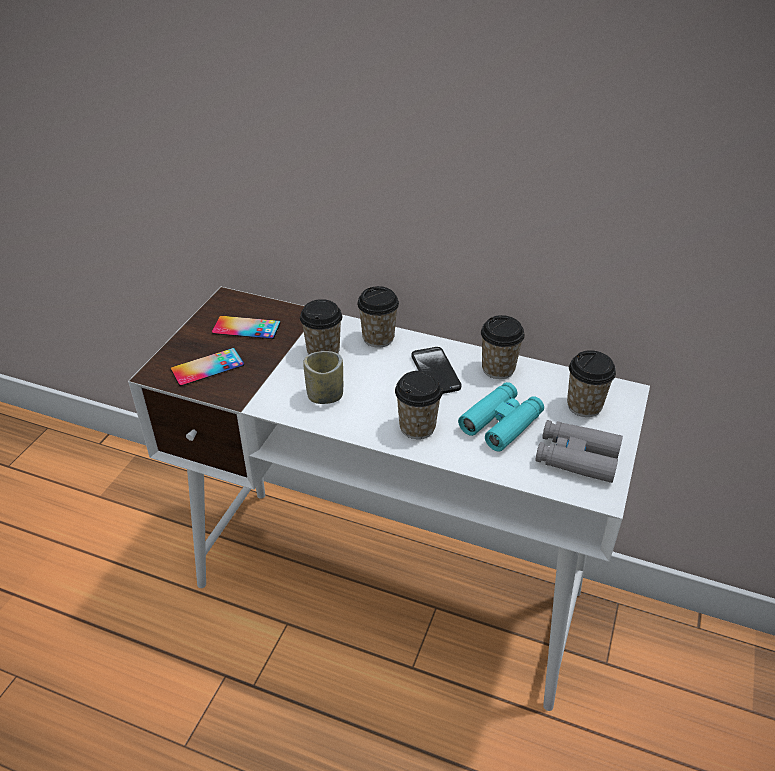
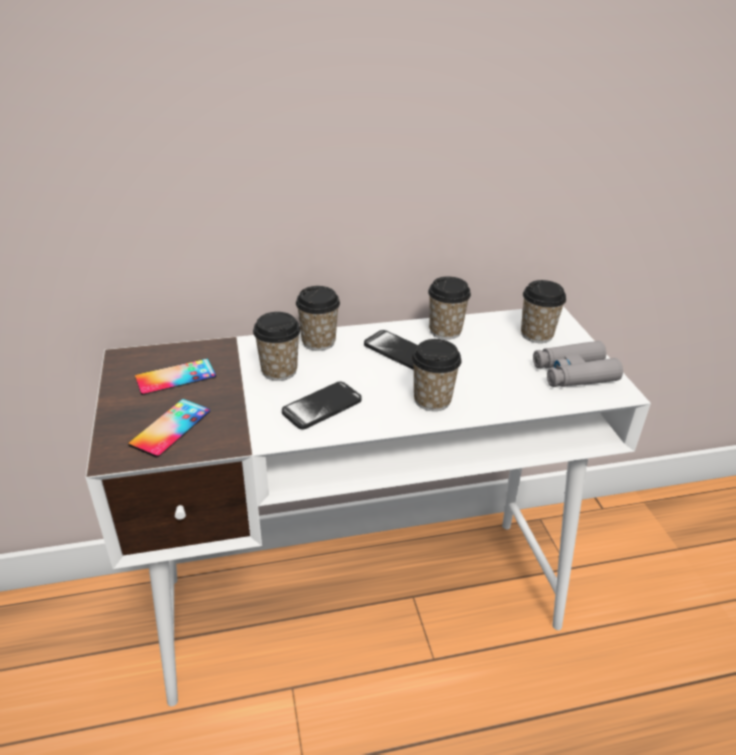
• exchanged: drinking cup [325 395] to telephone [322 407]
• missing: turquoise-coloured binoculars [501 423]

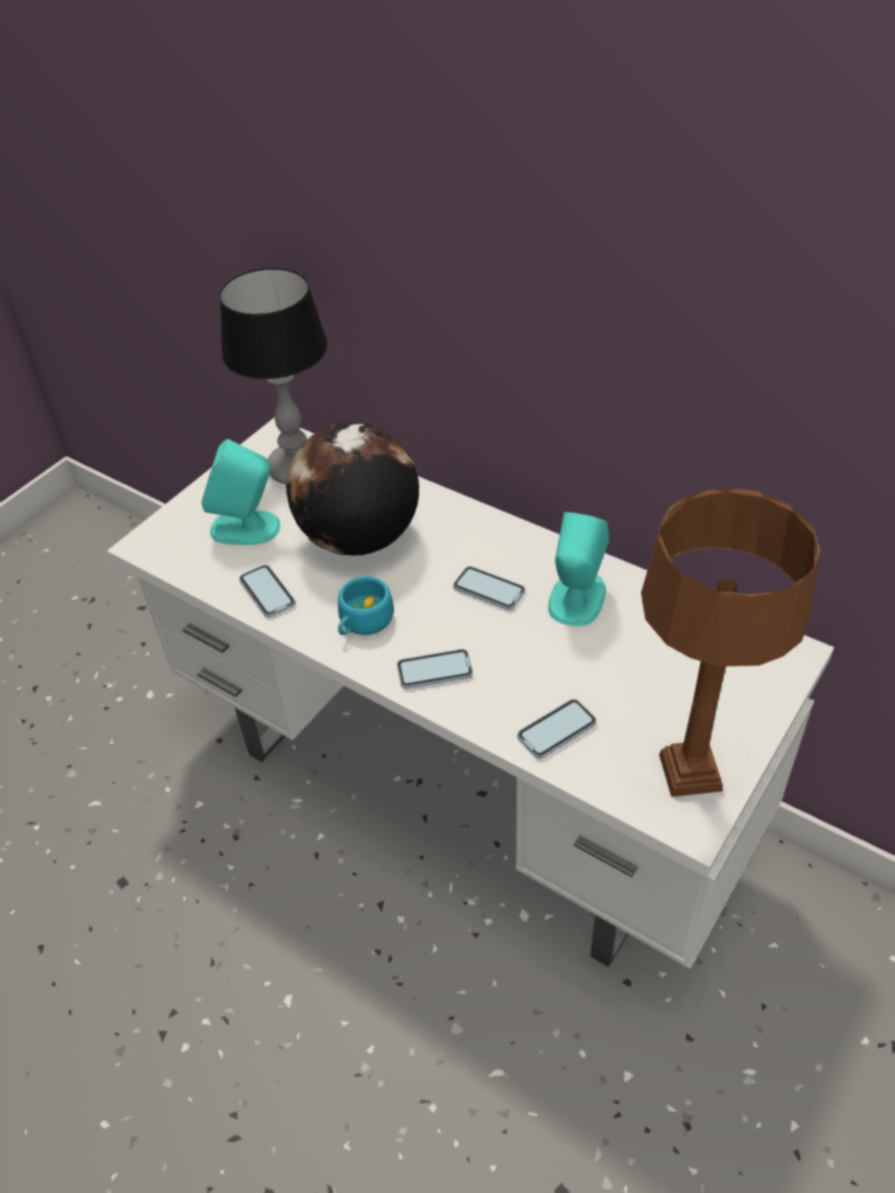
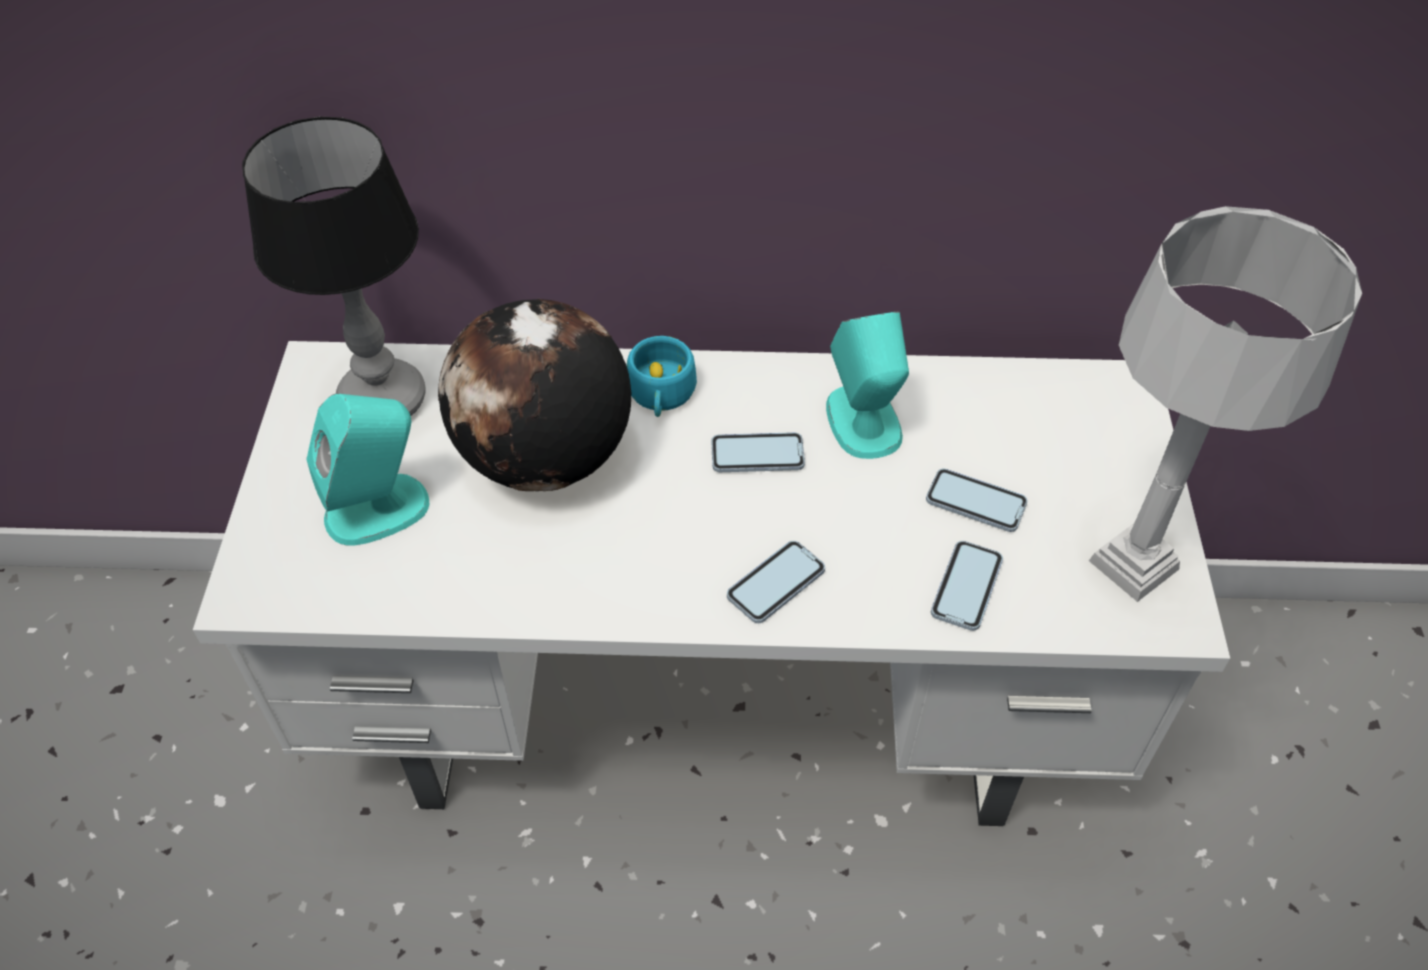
• colour: brown tabletop lamp [689 772] to greyish tabletop lamp [1132 565]
• relocated: telephone [267 592] to [975 502]
• relocated: turquoise-coloured drinking cup [363 622] to [661 395]

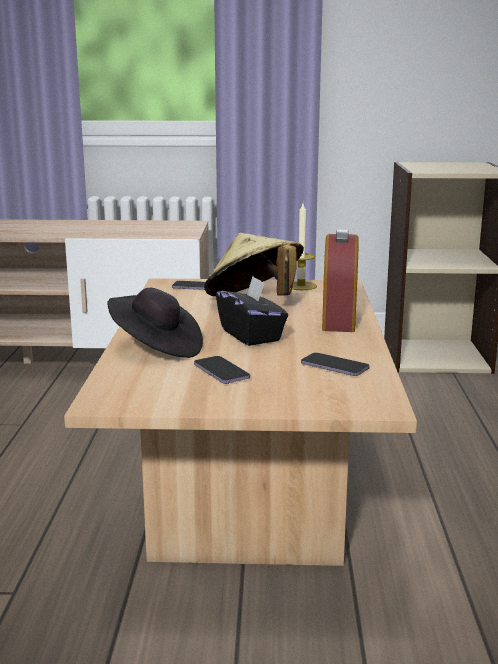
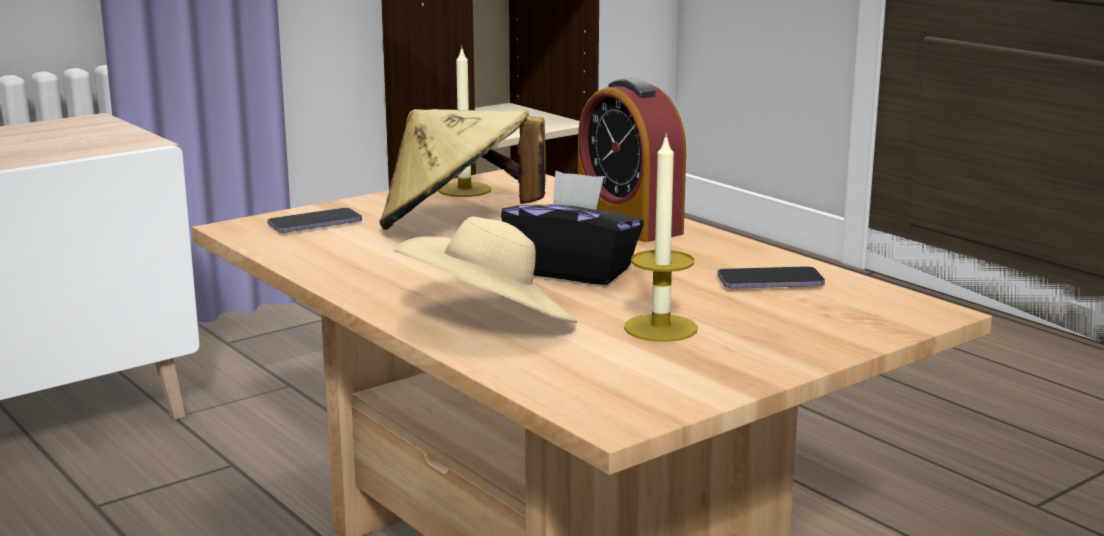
• colour: black-coloured clothing hat [156 348] to sand-coloured clothing hat [490 323]
• exchanged: telephone [221 372] to candle [660 328]

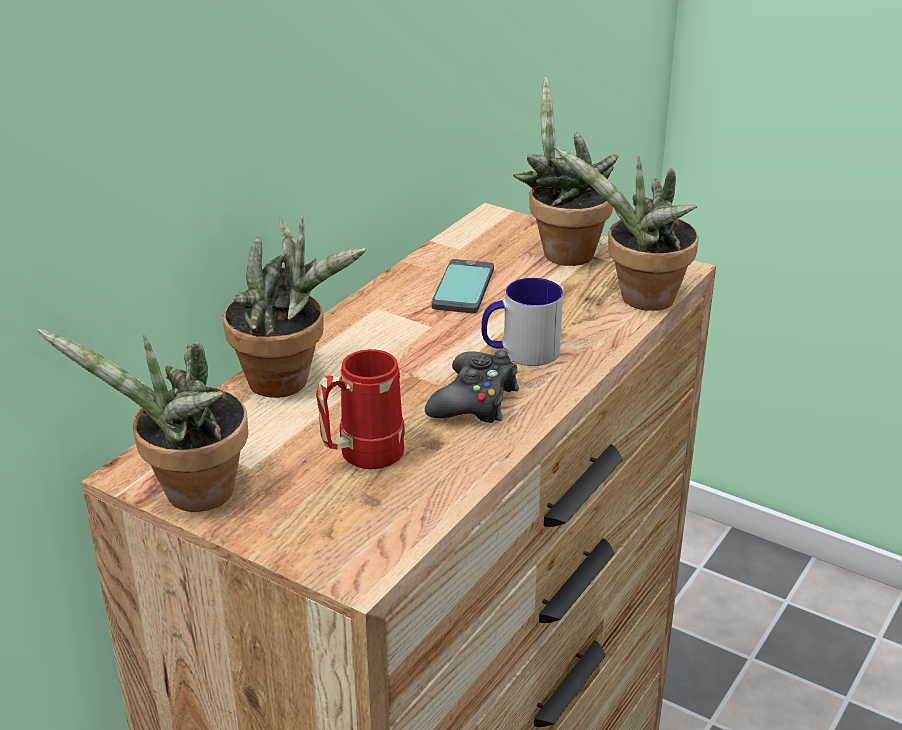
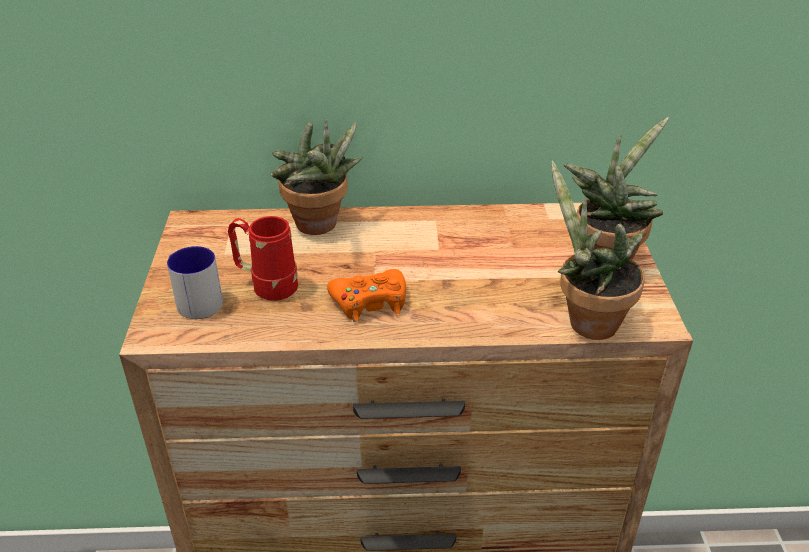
• missing: telephone [462 288]
• relocated: mug [520 352] to [194 300]
• missing: plant in a pot [189 496]
• colour: black-coloured game controller [474 400] to orange-coloured game controller [370 302]

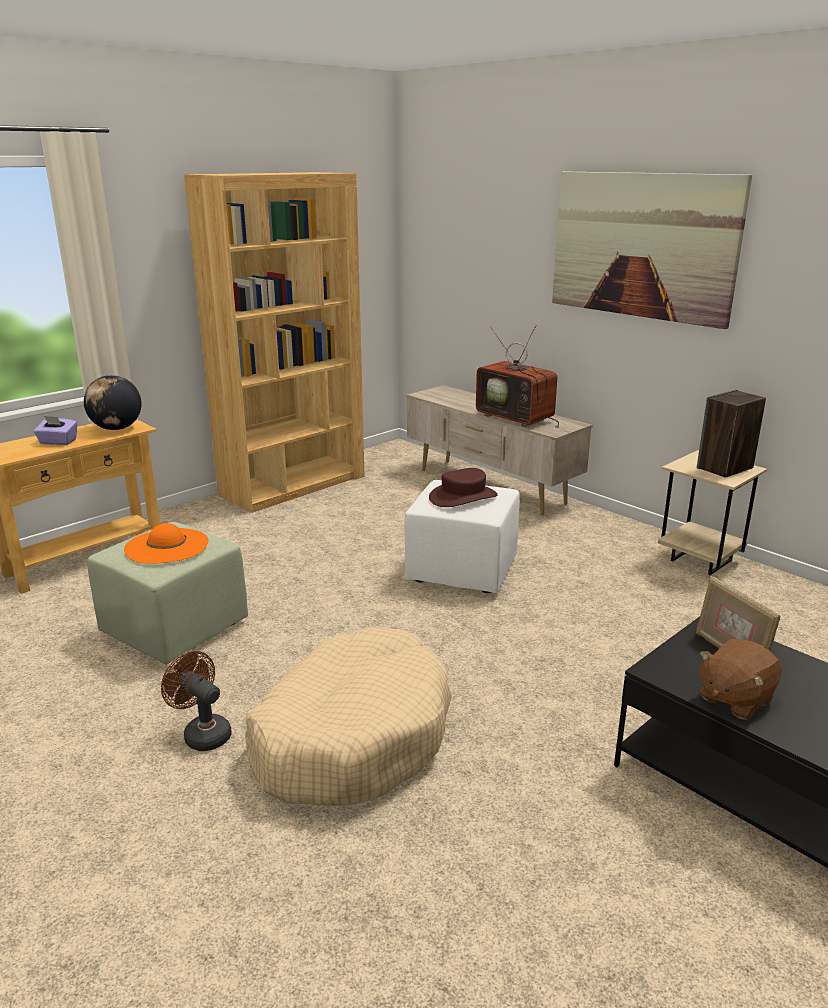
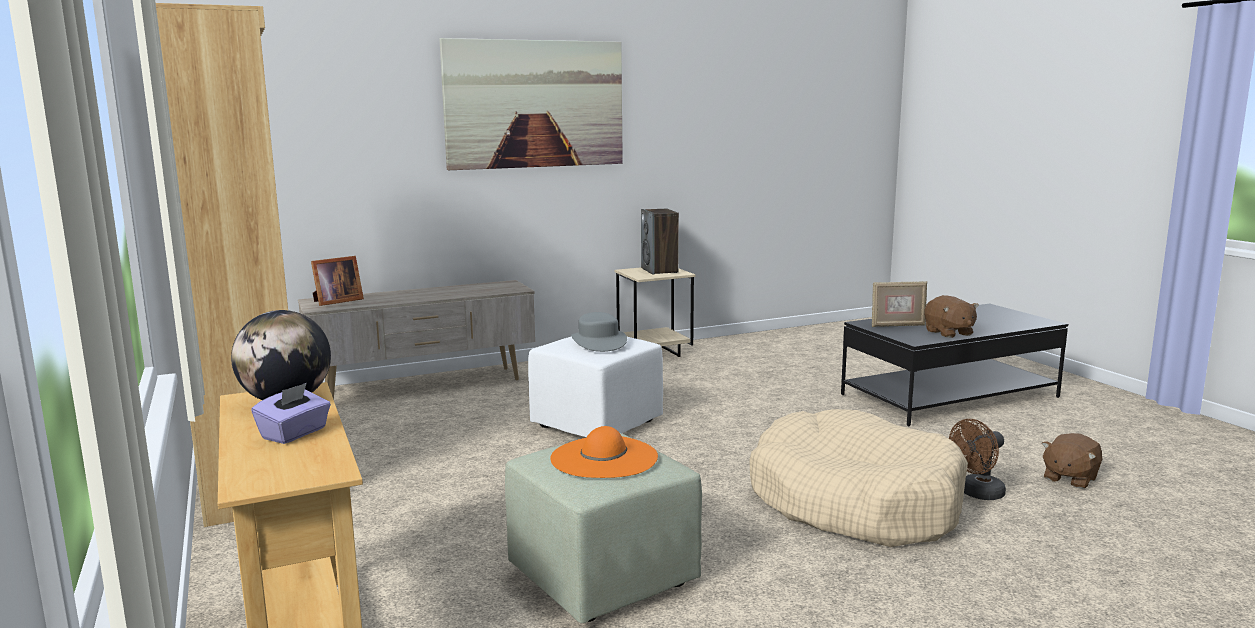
• missing: TV set [518 418]
• colour: brown clothing hat [463 497] to greyish clothing hat [598 342]
• relocated: brown cooling fan [202 733] to [977 494]
• appeared: standing frame [336 301]
• appeared: brown soft toy [1069 478]

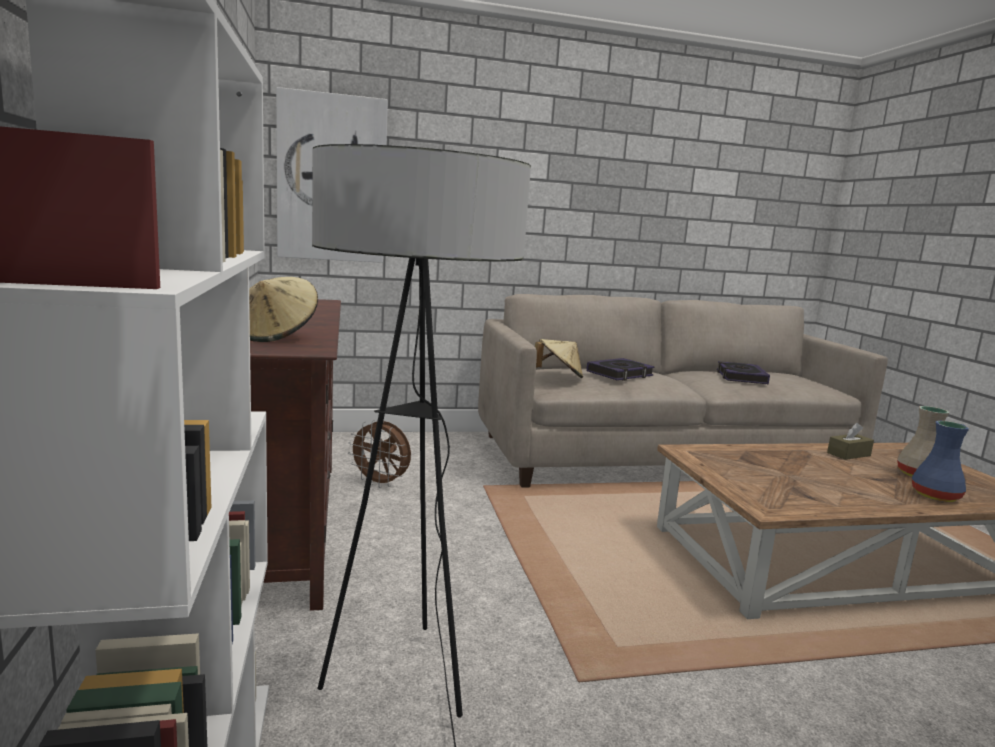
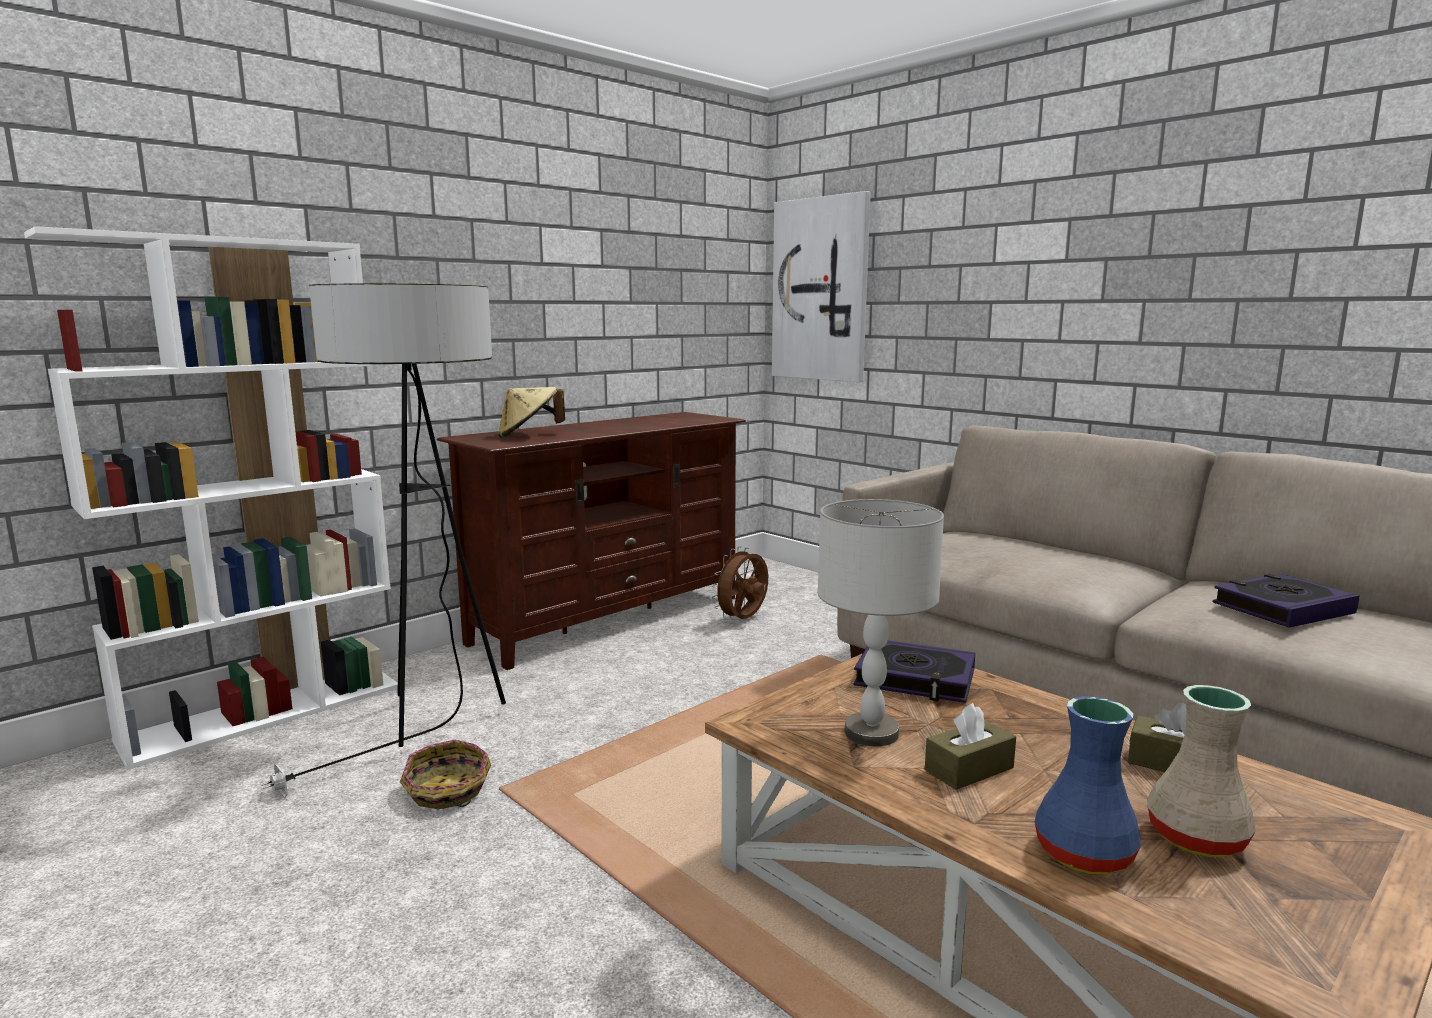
• missing: sand-coloured clothing hat [559 376]
• relocated: book [620 374] to [914 679]
• spun: brown cooling fan [381 483] = [743 620] 45 degrees clockwise
• appeared: greyish tabletop lamp [872 733]
• appeared: brown box of tissues [969 769]
• appeared: storage basket [447 791]

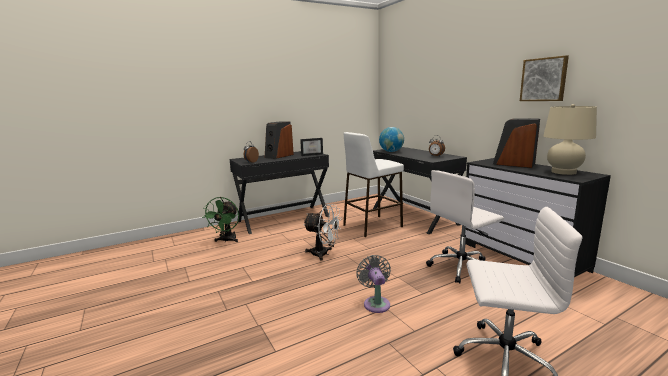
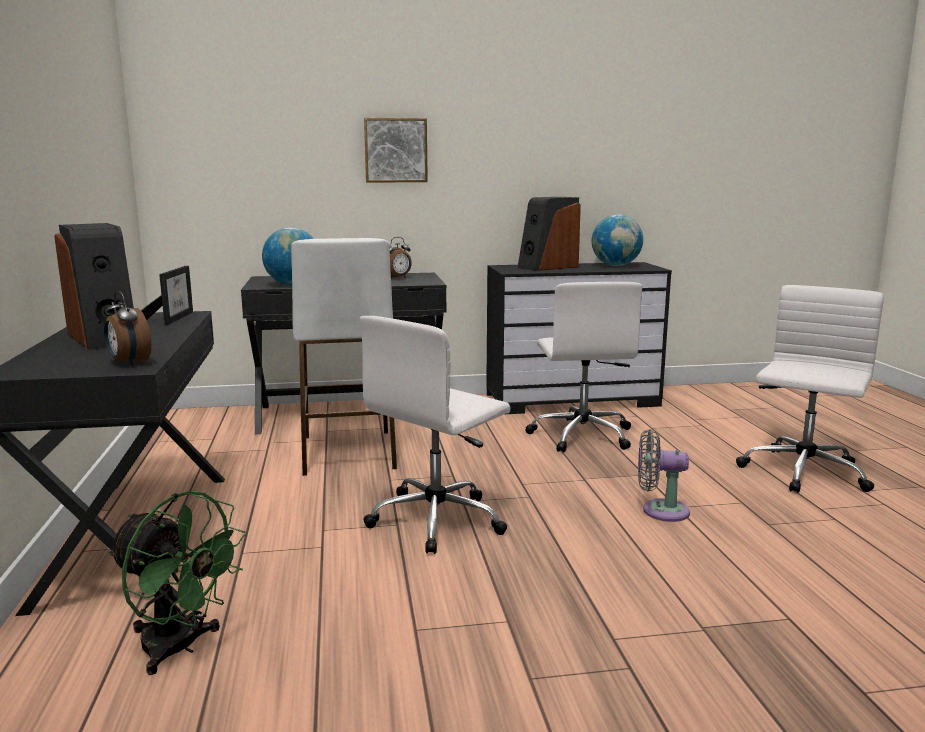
• relocated: wall picture [544 79] to [395 150]
• exchanged: sand-coloured tabletop lamp [563 172] to globe [616 265]
• exchanged: white-coloured cooling fan [324 254] to white-coloured desk chair [438 519]

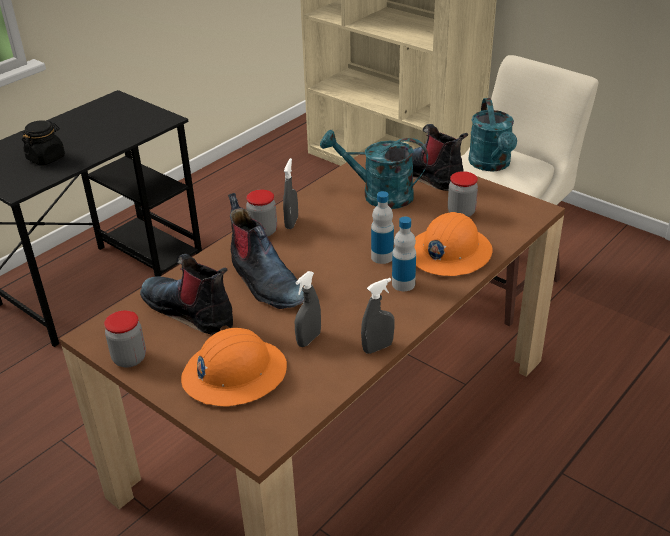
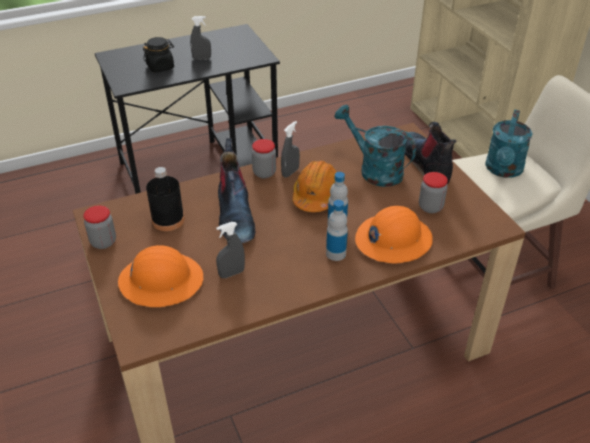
• exchanged: boot [190 311] to black-coloured bottle [168 220]
• relocated: greyish spray bottle [377 347] to [202 59]
• appeared: orange-coloured hard hat [316 196]

